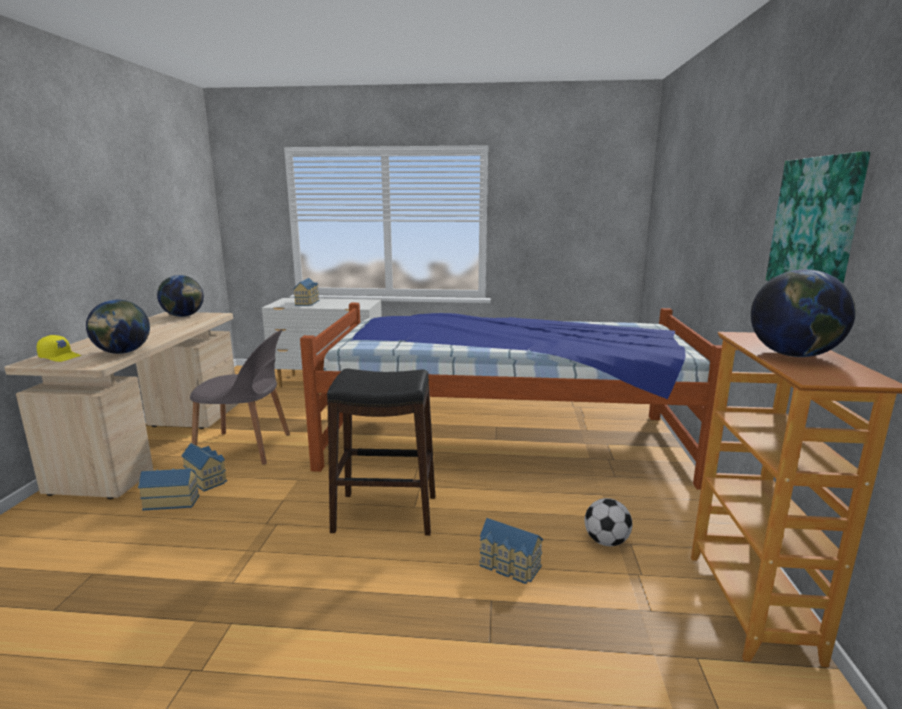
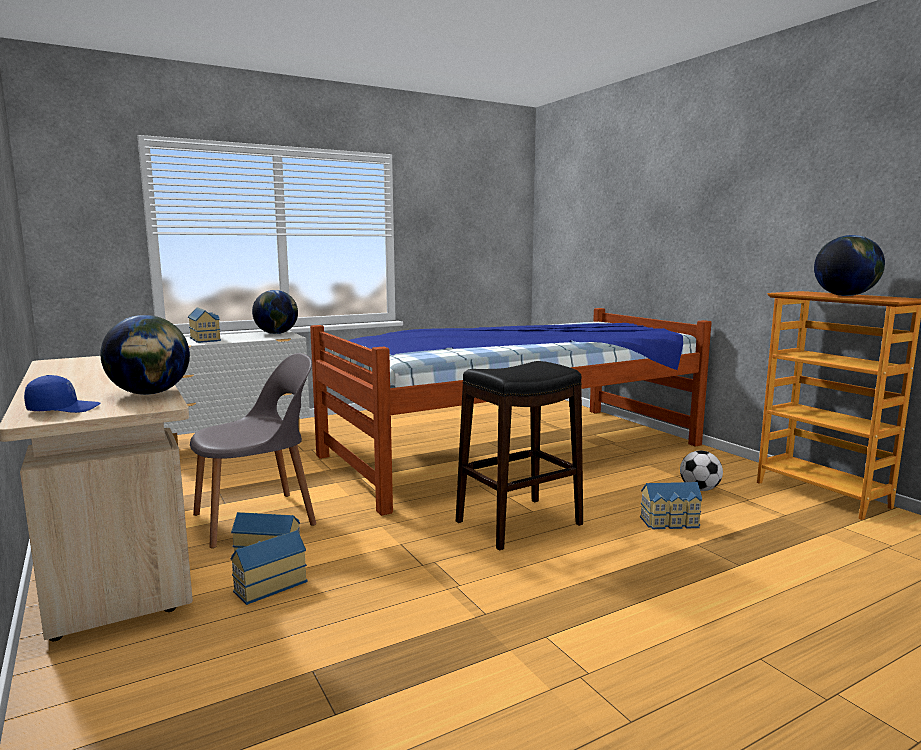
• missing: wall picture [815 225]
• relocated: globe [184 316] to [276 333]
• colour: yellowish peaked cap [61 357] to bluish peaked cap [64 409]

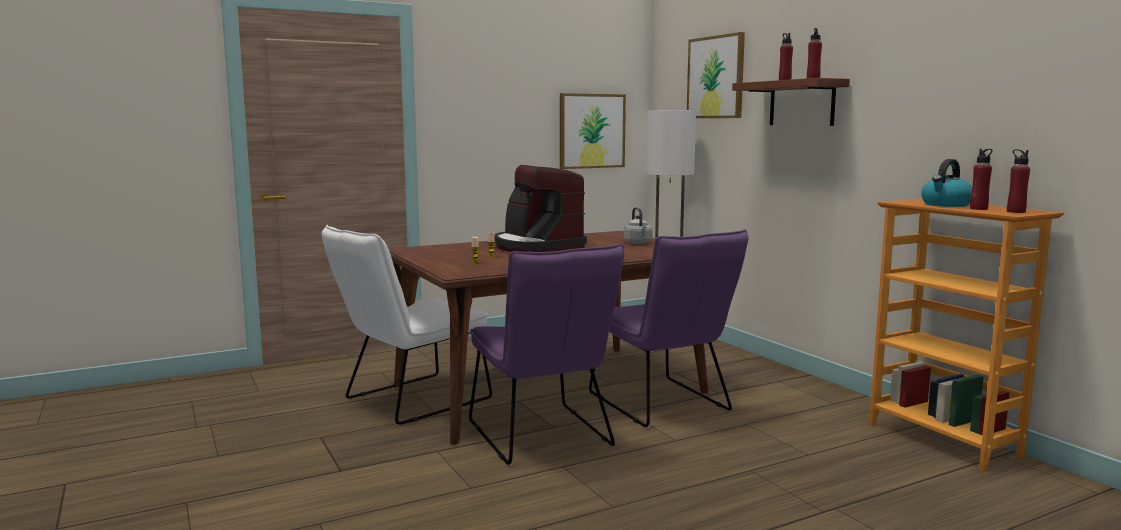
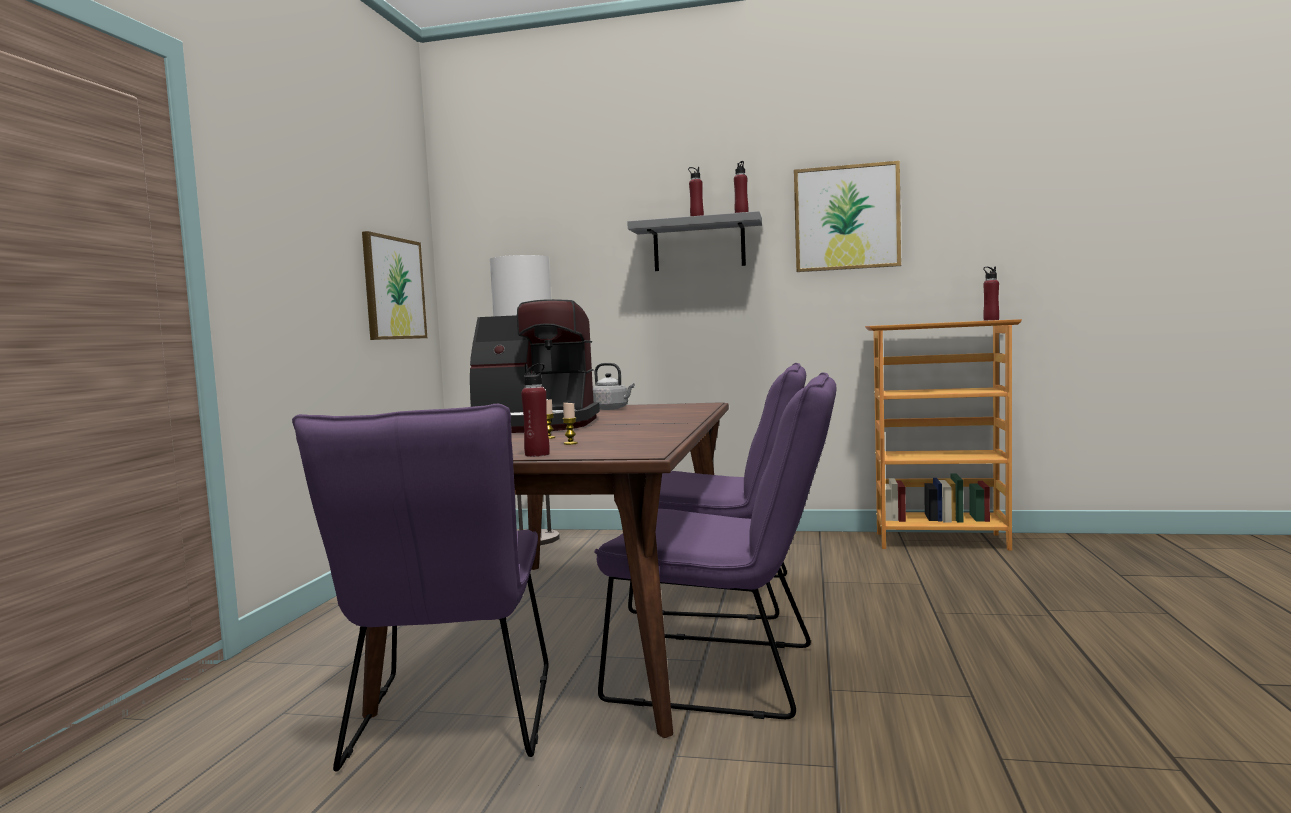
• relocated: wall picture [716 77] to [846 218]
• colour: brown shelf [801 103] to greyish shelf [699 245]
• relocated: red-coloured bottle [978 209] to [537 454]
• missing: tea kettle [946 205]
• colour: white-coloured upright chair [409 401] to purplish upright chair [450 723]

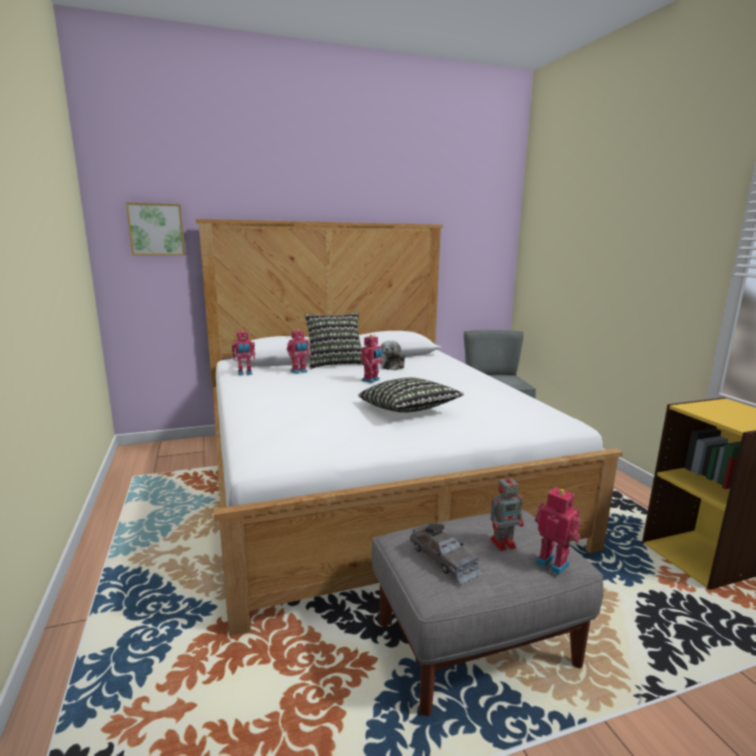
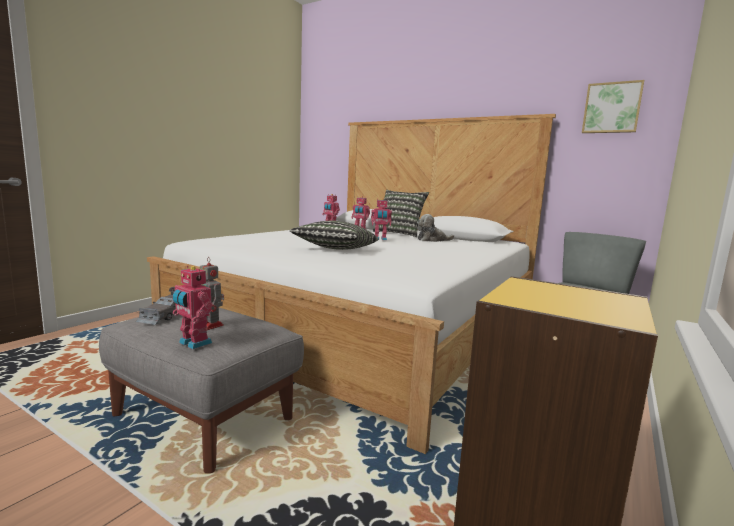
• relocated: wall picture [156 229] to [611 108]
• spun: robot figure [553 563] = [193 343] 120 degrees clockwise

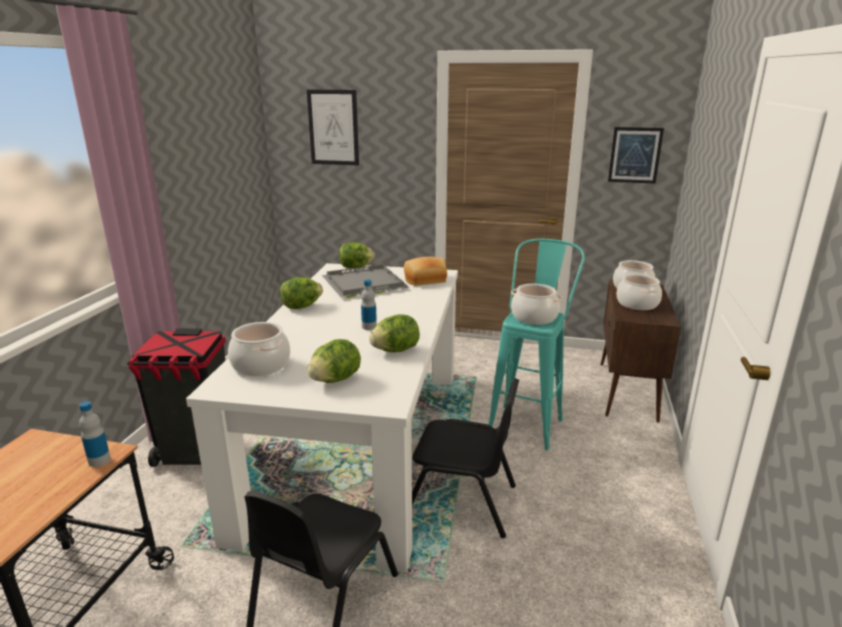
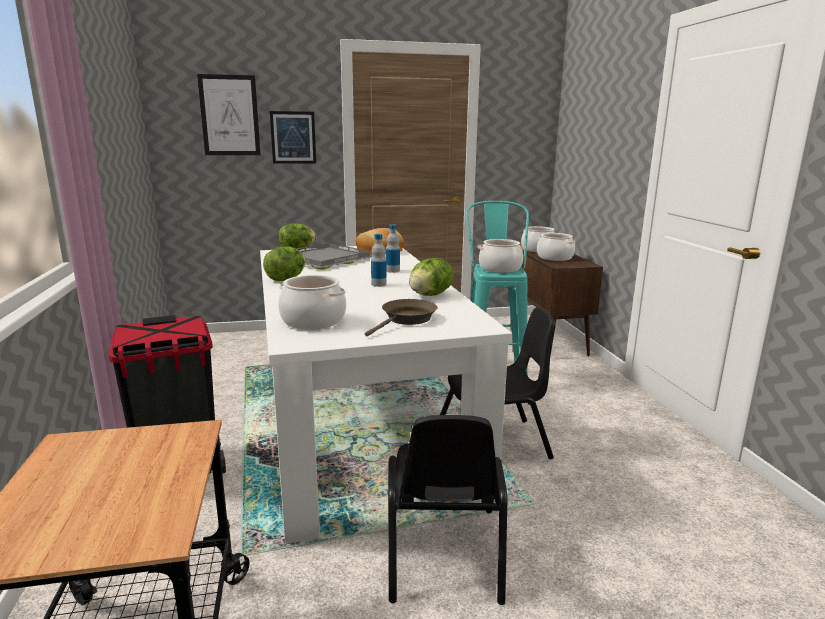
• relocated: wall picture [635 155] to [293 137]
• exchanged: head of lettuce [335 379] to brown skillet [406 319]
• relocated: bottle [99 460] to [393 270]

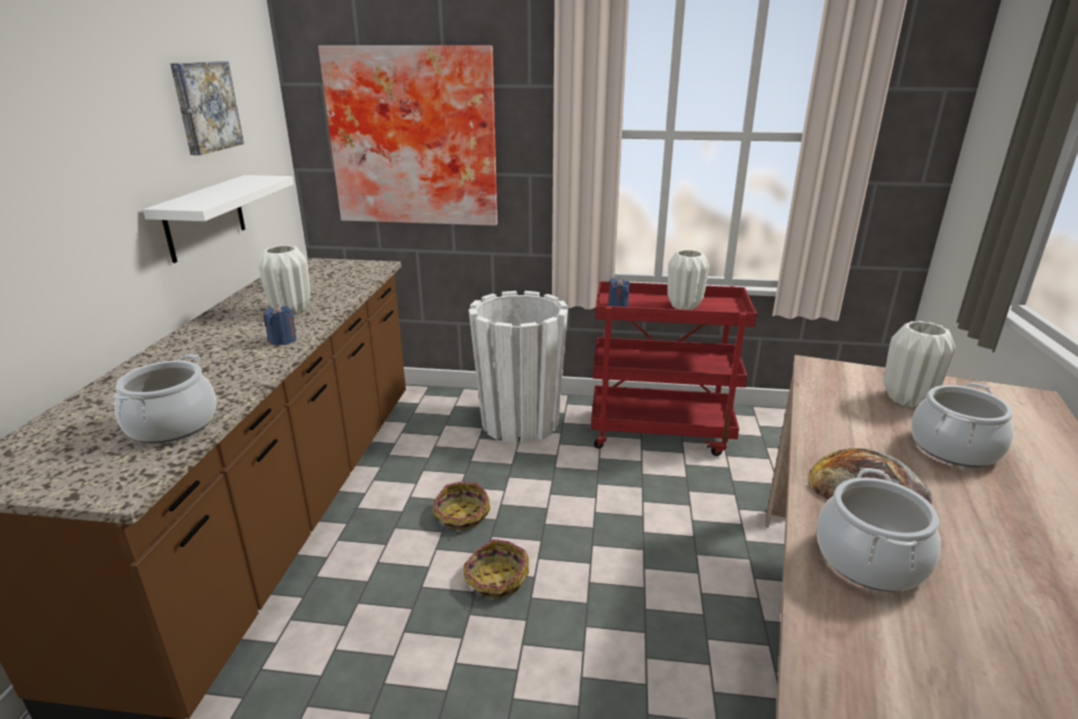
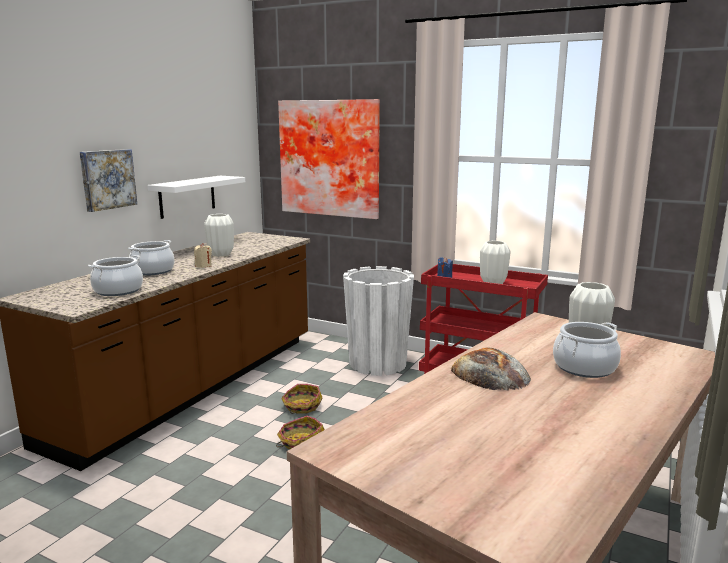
• relocated: wall picture [205 106] to [107 179]
• colour: bluish candle [283 340] to sand-coloured candle [203 266]
• relocated: stockpot [869 559] to [152 271]

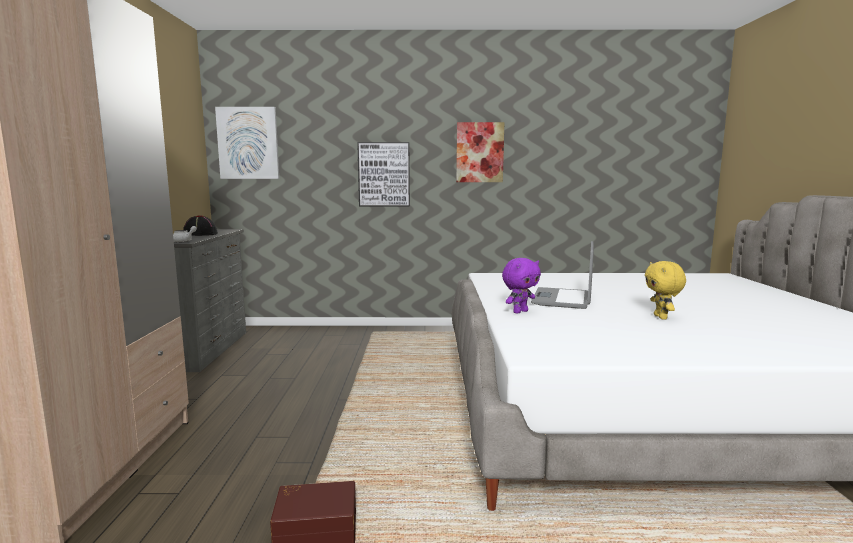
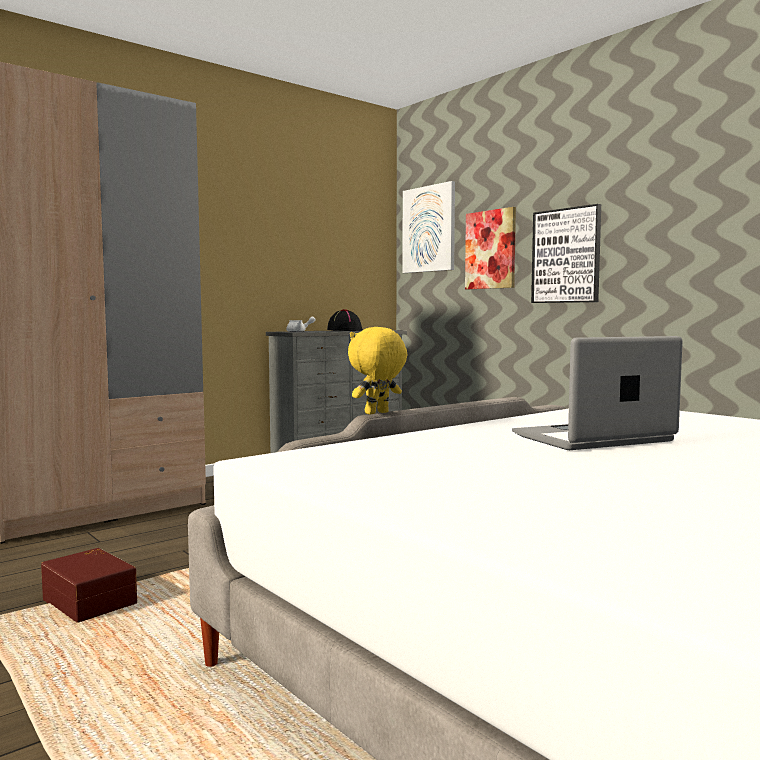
• relocated: wall picture [479 152] to [490 249]
• missing: purplish soft toy [520 311]
• relocated: yellowish soft toy [661 317] to [377 413]

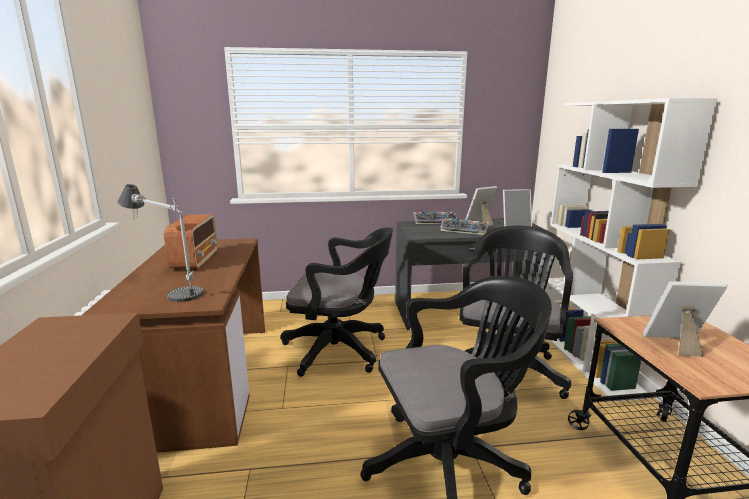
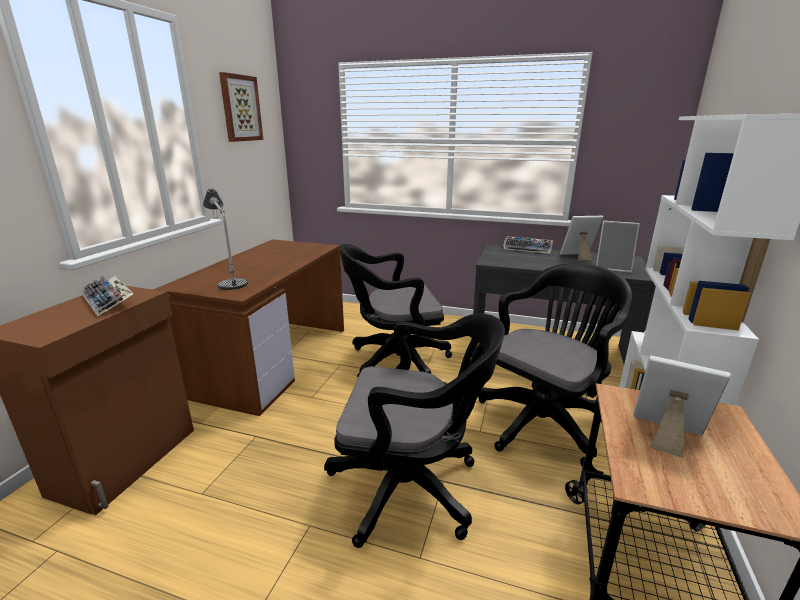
• missing: radio set [196 260]
• relocated: computer keyboard [464 230] to [109 301]
• spun: black-coloured desk chair [340 350] = [394 361] 135 degrees clockwise
• appeared: wall picture [240 108]

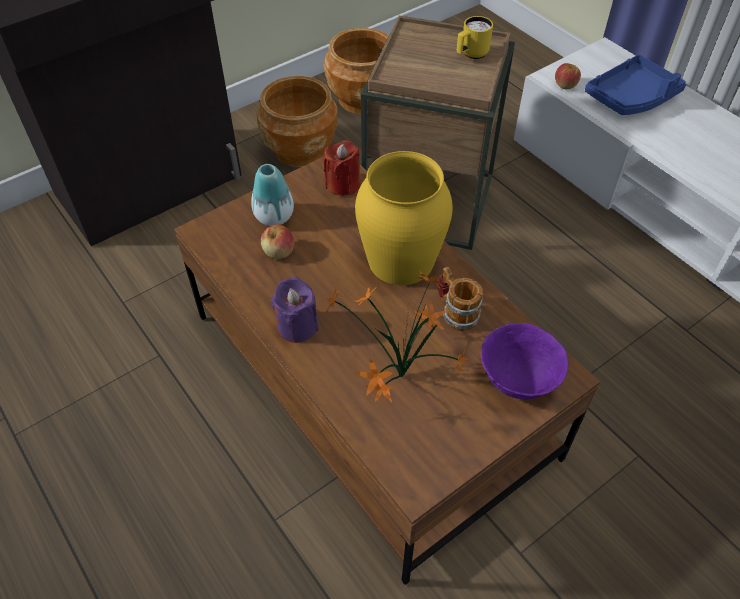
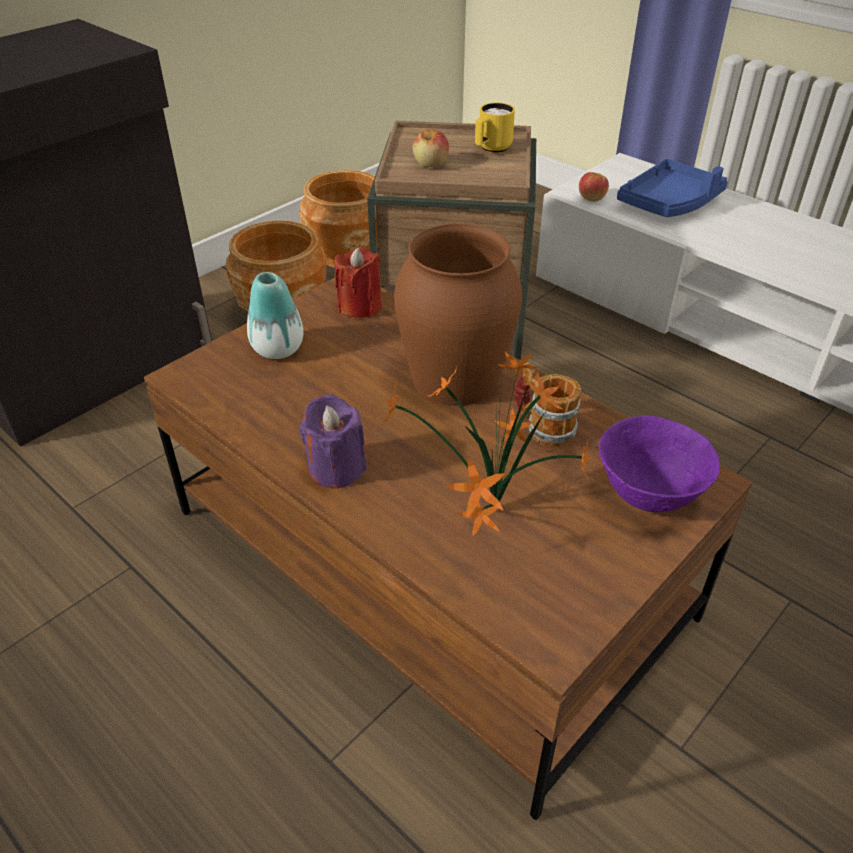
• colour: yellowish flower vase [401 260] to brown flower vase [456 378]
• relocated: whole apple [279 252] to [431 164]

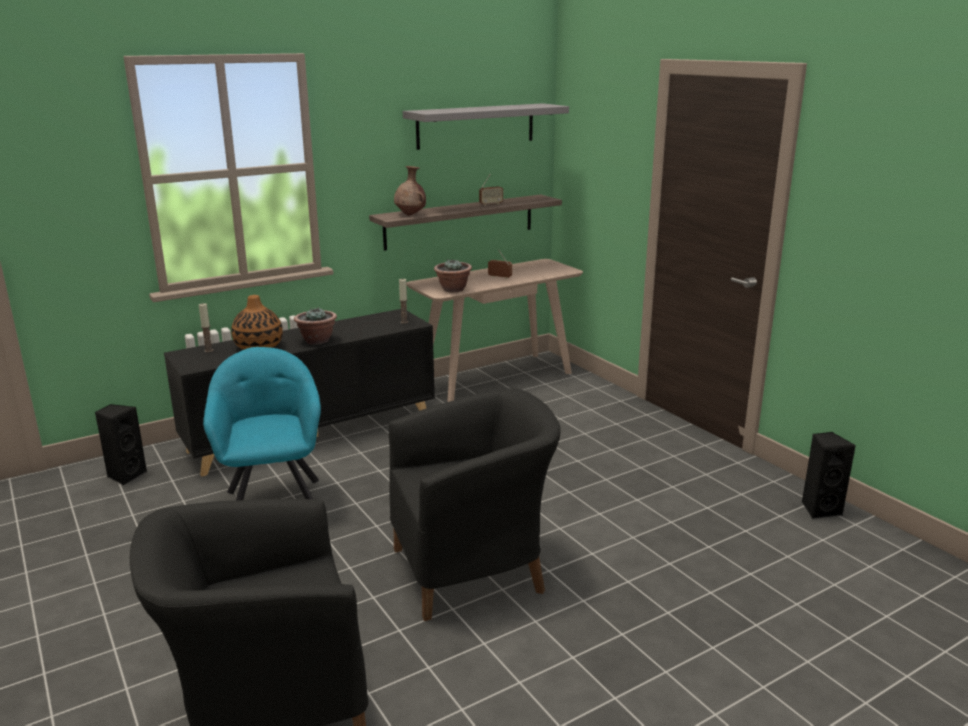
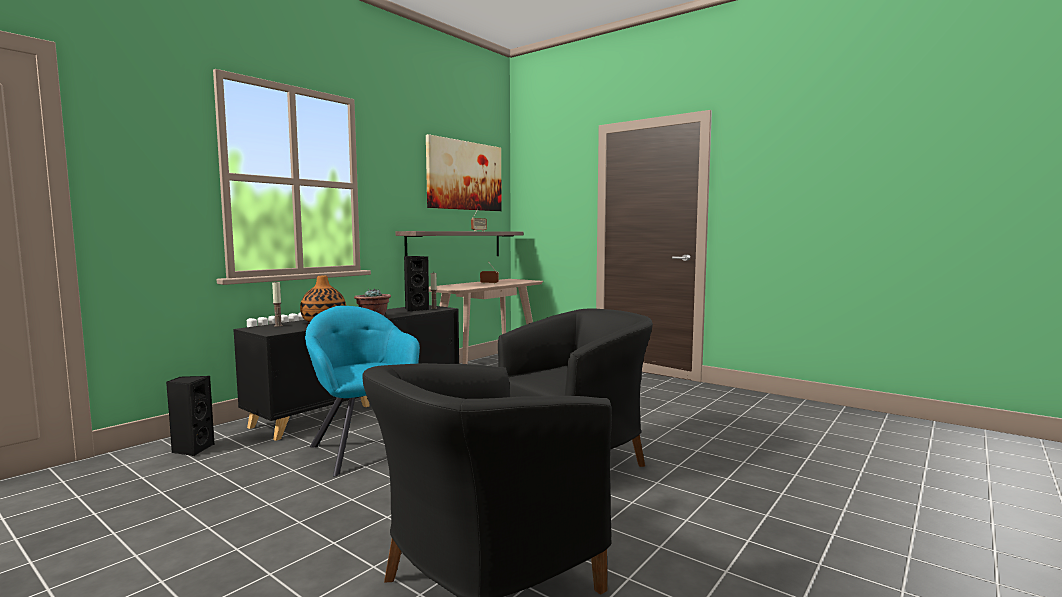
• exchanged: greyish shelf [476 126] to wall picture [465 176]
• missing: brown flower vase [411 215]
• missing: plant in a pot [453 289]
• relocated: black-coloured audio speaker [820 509] to [415 309]

